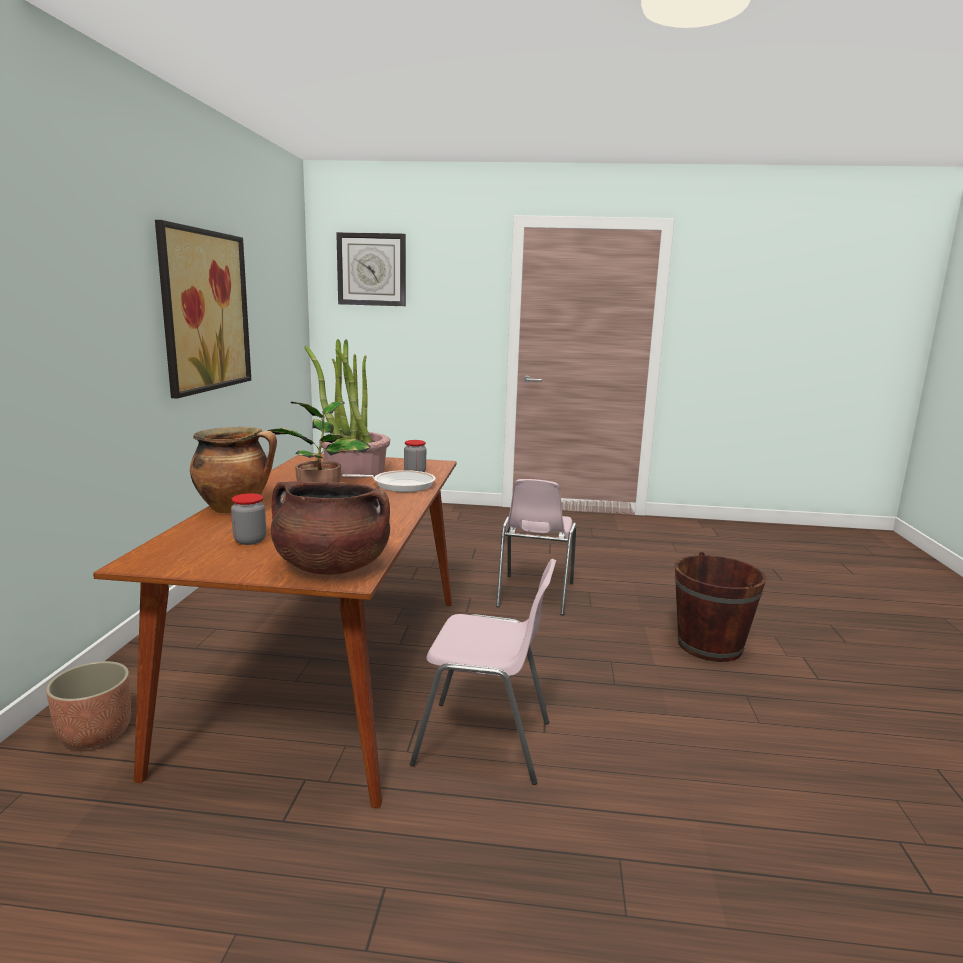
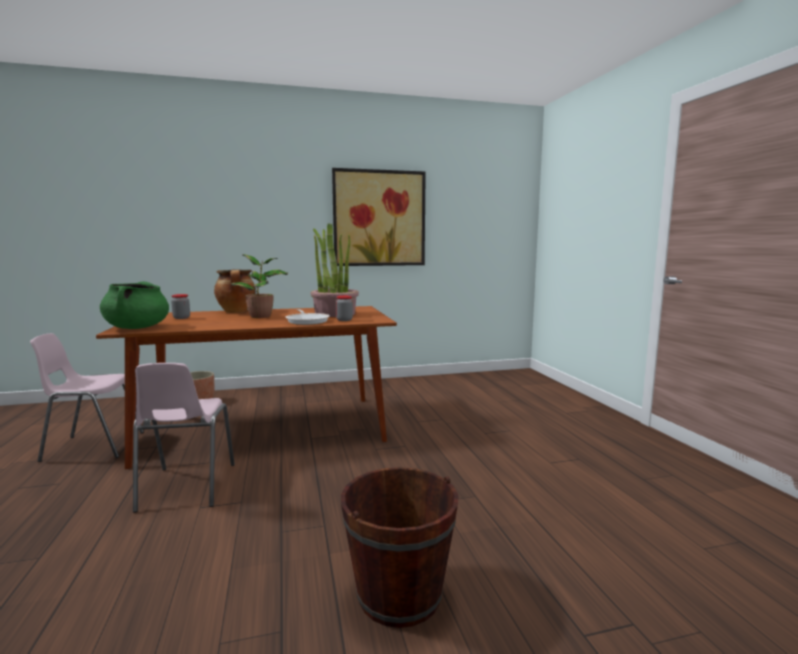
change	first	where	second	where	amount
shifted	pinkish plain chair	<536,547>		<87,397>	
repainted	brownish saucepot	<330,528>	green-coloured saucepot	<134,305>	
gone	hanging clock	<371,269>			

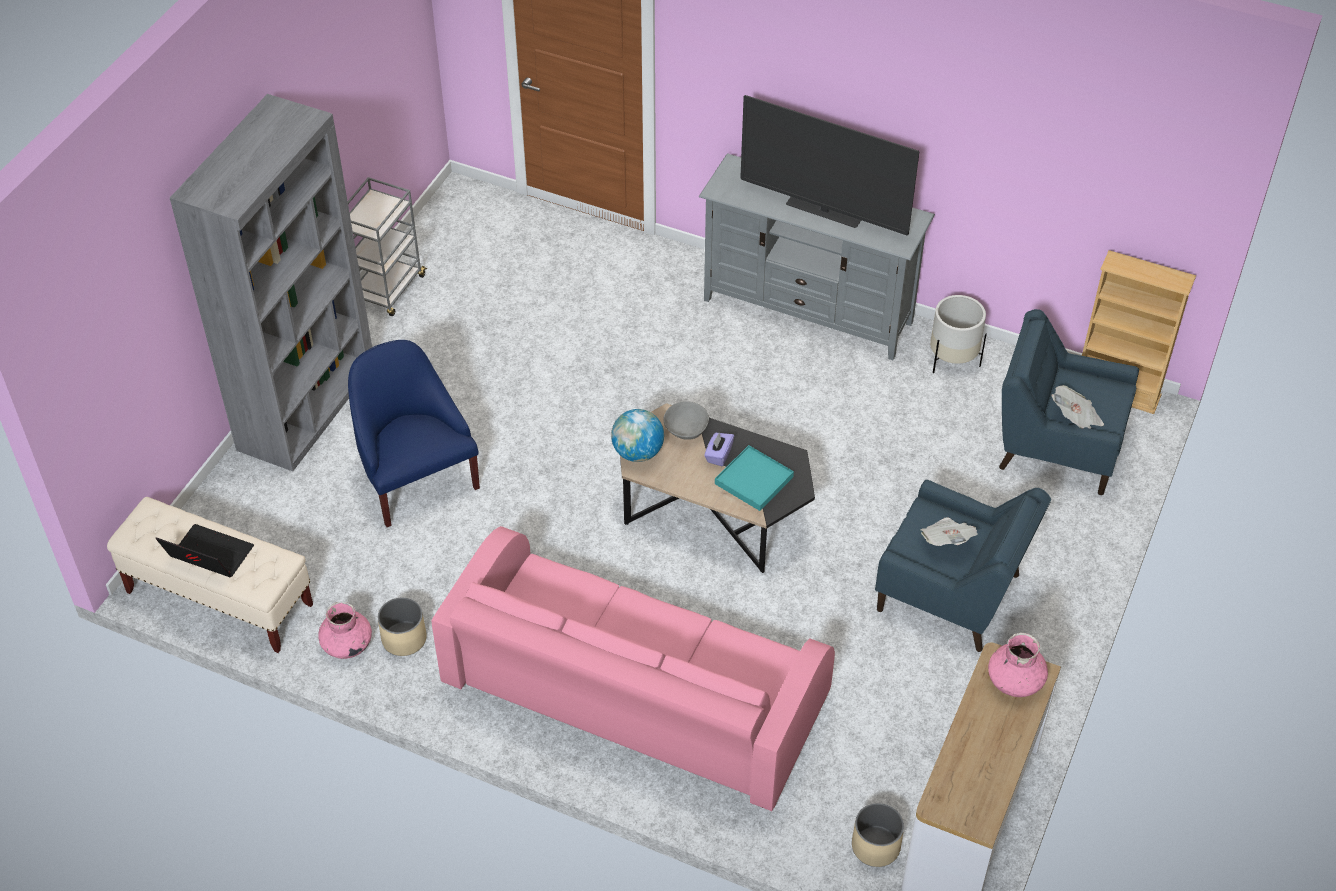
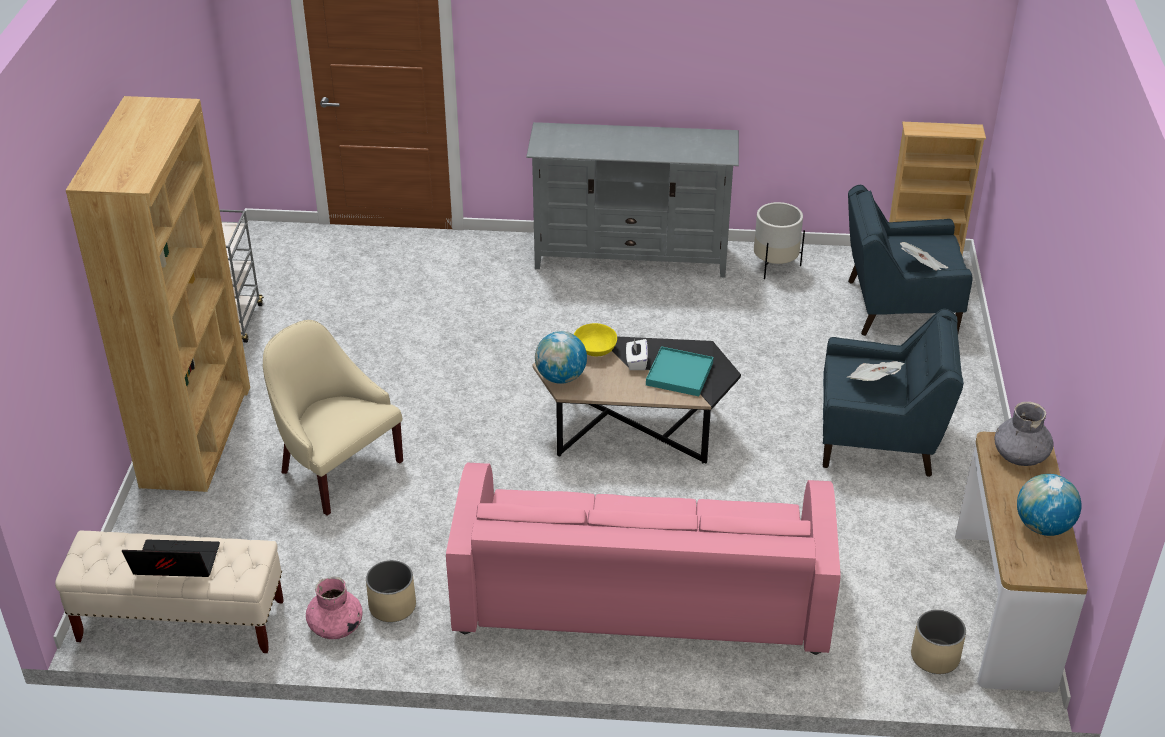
change	first	where	second	where	amount
repainted	gray bookcase	<271,282>	brownish bookcase	<158,294>	
repainted	blue armchair	<414,433>	beige armchair	<333,418>	
repainted	gray serving bowl	<686,420>	yellow serving bowl	<595,339>	
repainted	purplish tissue box	<719,449>	whitish tissue box	<637,354>	
repainted	pinkish decorative vase	<1018,665>	gray decorative vase	<1024,434>	
new			globe	<1049,505>	
gone	TV	<829,165>			

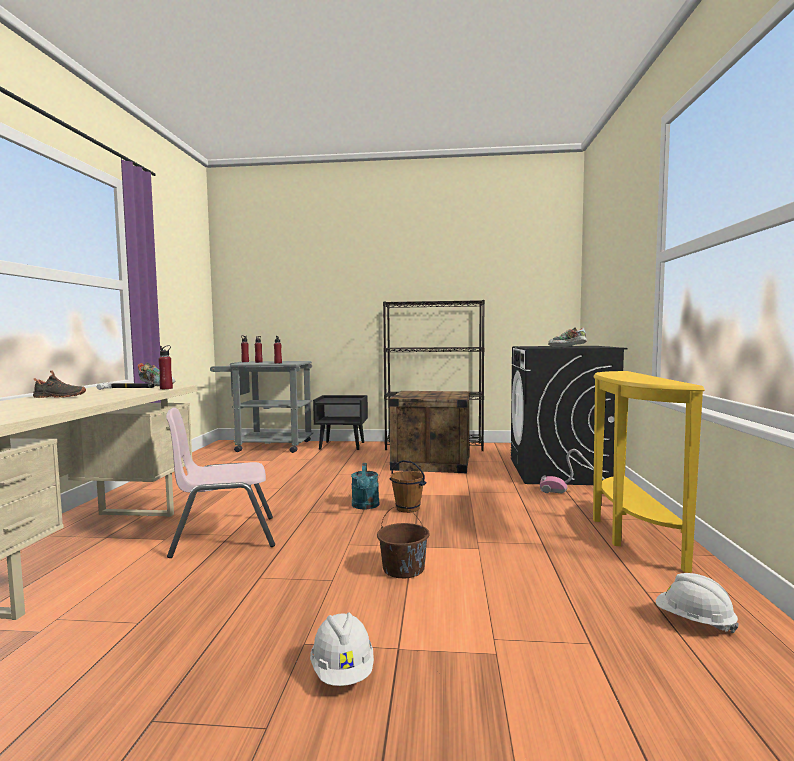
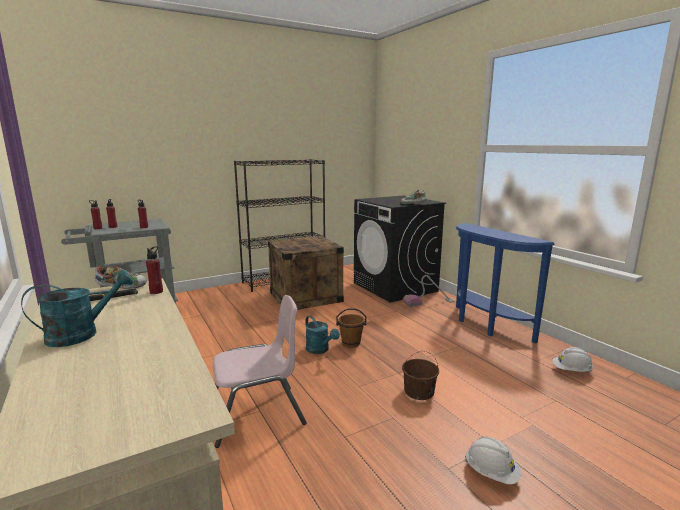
change	first	where	second	where	amount
swapped	black-coloured low shoe	<59,384>	turquoise-coloured watering pot	<77,308>	
rotated	pinkish plain chair	<220,483>		<260,371>	150 degrees counterclockwise
repainted	yellow narrow table	<649,472>	blue narrow table	<505,283>	
gone	black-coloured nightstand	<340,422>			

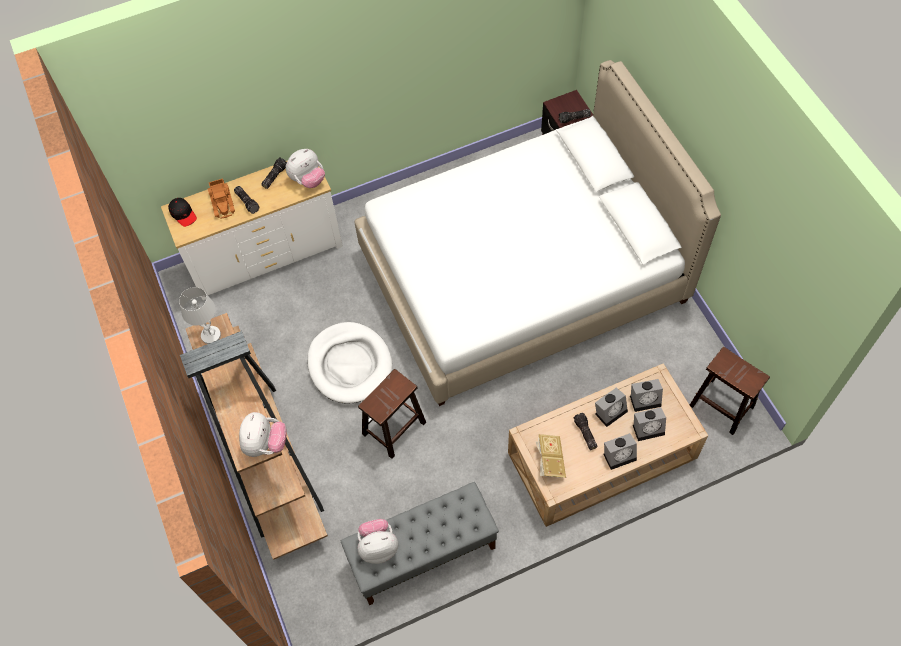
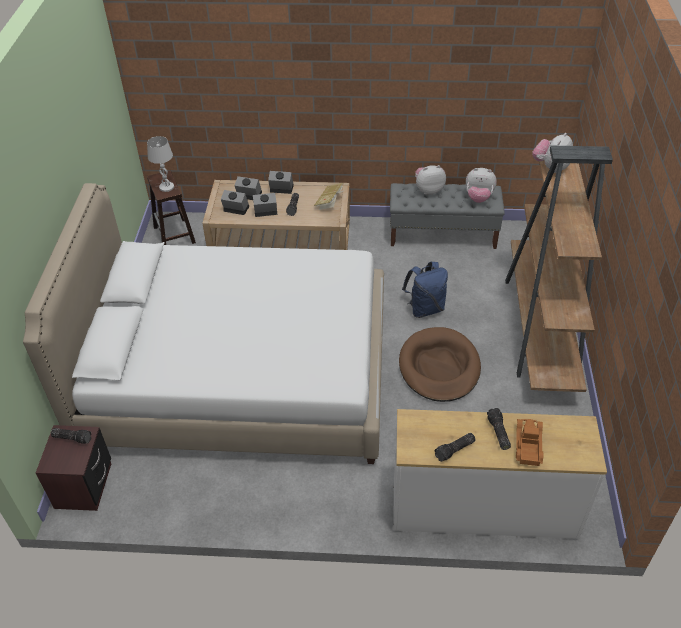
change	first	where	second	where	amount
shifted	whitish lamp for a table	<200,315>		<160,164>	
repainted	whitish dog bed	<350,363>	brownish dog bed	<440,364>	
swapped	brownish sitting stool	<392,414>	blue rucksack	<425,290>	
shifted	soft toy	<305,168>		<430,180>	
gone	black-coloured cap	<182,212>			

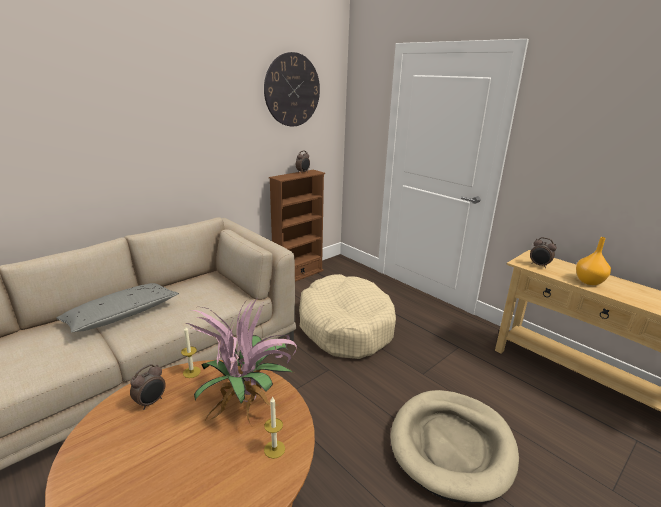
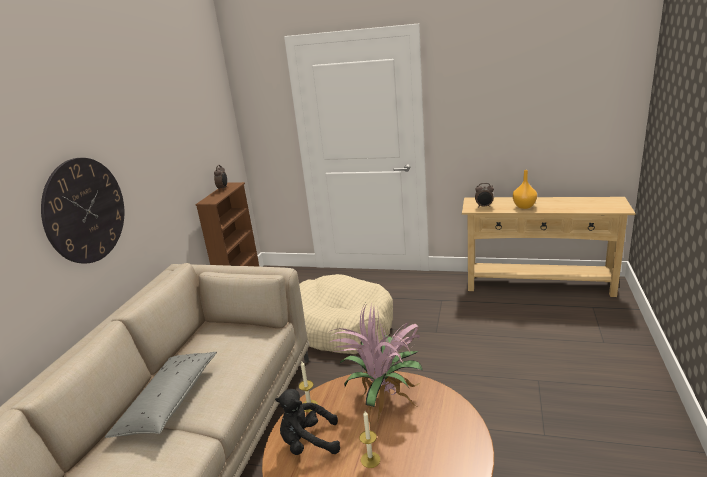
change	first	where	second	where	amount
shifted	hanging clock	<292,89>		<82,210>	
swapped	bedside clock	<147,387>	black-coloured soft toy	<307,422>	
shifted	candle	<274,427>		<370,439>	
gone	beige dog bed	<454,446>			

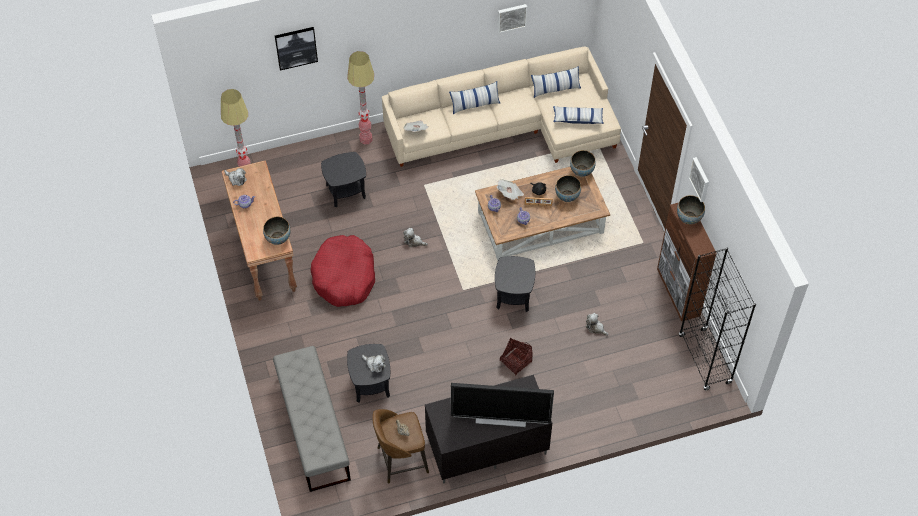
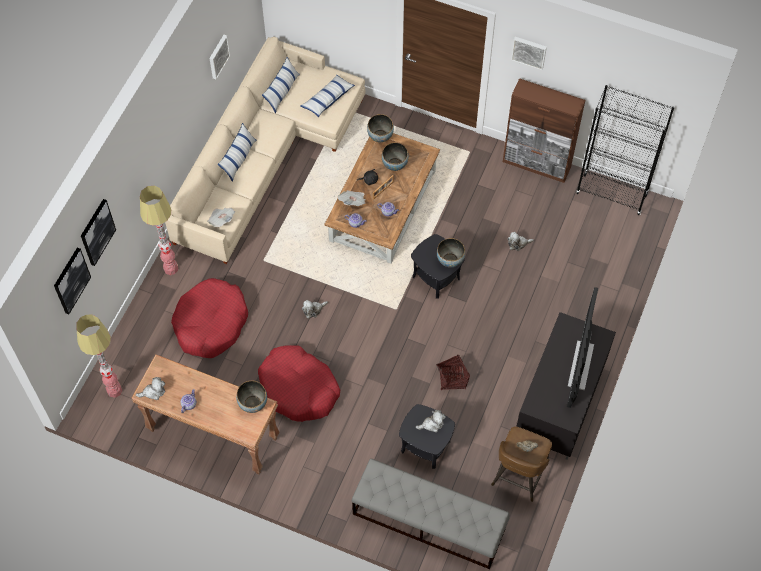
change	first	where	second	where	amount
new			wall art	<72,281>	
swapped	black-coloured side table	<343,179>	red dog bed	<209,318>	
shifted	serving bowl	<691,209>		<451,253>	
shifted	basket	<516,356>		<453,372>	
rotated	TV	<502,405>		<582,347>	150 degrees clockwise

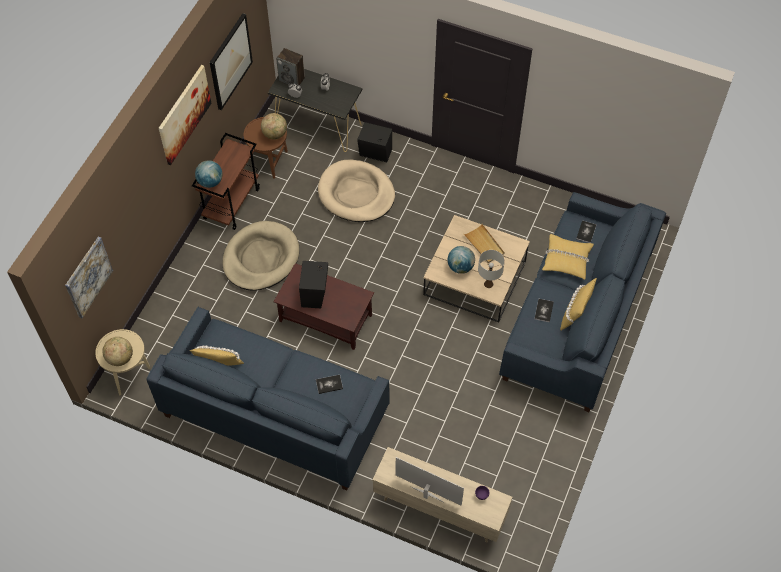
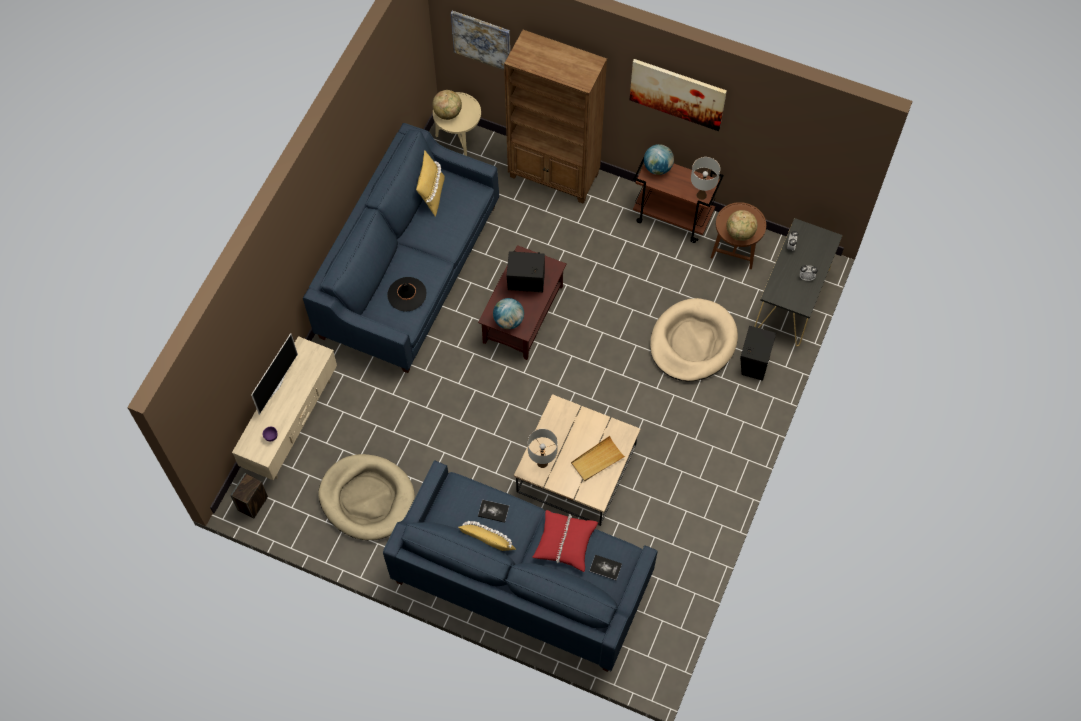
change	first	where	second	where	amount
shifted	loudspeaker	<290,66>		<249,495>	
shifted	beige dog bed	<260,256>		<367,497>	
swapped	bound book	<329,384>	black-coloured wearable hat	<406,294>	
shifted	globe	<461,260>		<508,313>	
new			brownish bookcase	<555,117>	
repainted	yellow cushion	<568,257>	red cushion	<565,541>	
new			whitish lamp for a table	<705,178>	
gone	wall art	<231,61>			

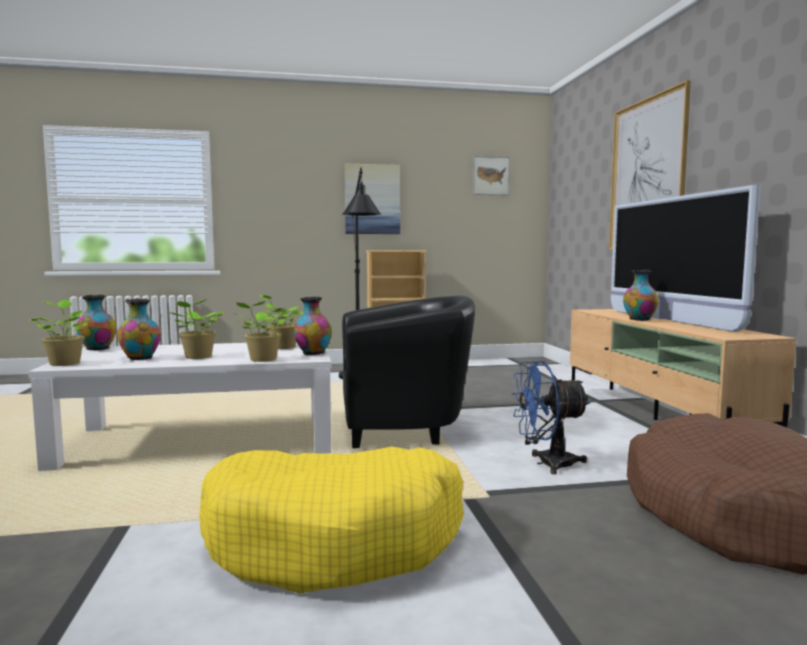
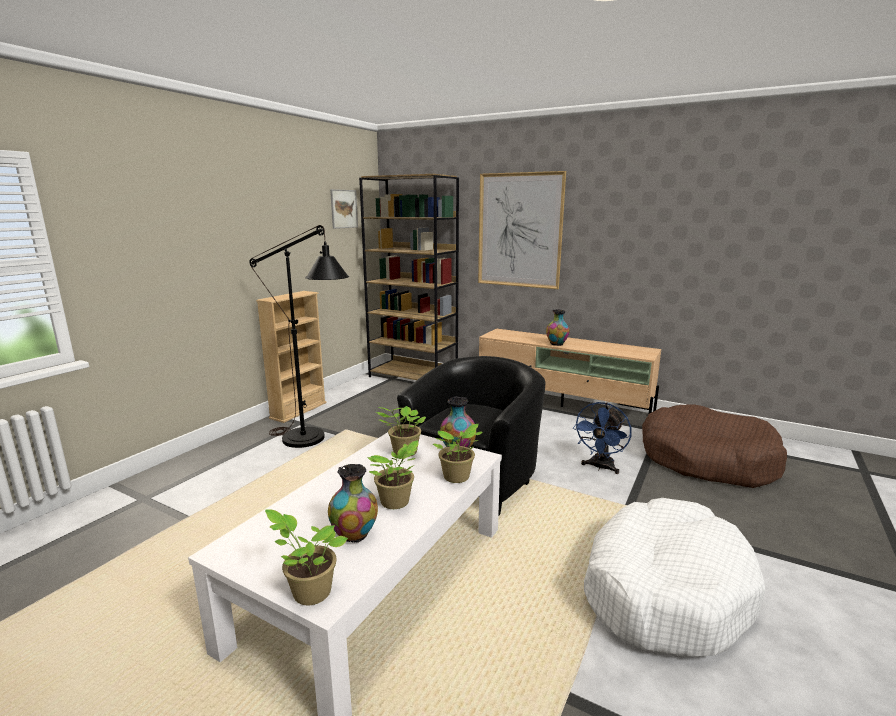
change	first	where	second	where	amount
new			brownish bookcase	<409,277>	
repainted	yellow dog bed	<331,519>	whitish dog bed	<674,577>	
gone	decorative vase	<96,323>			
gone	wall art	<372,198>			
gone	TV	<685,258>			

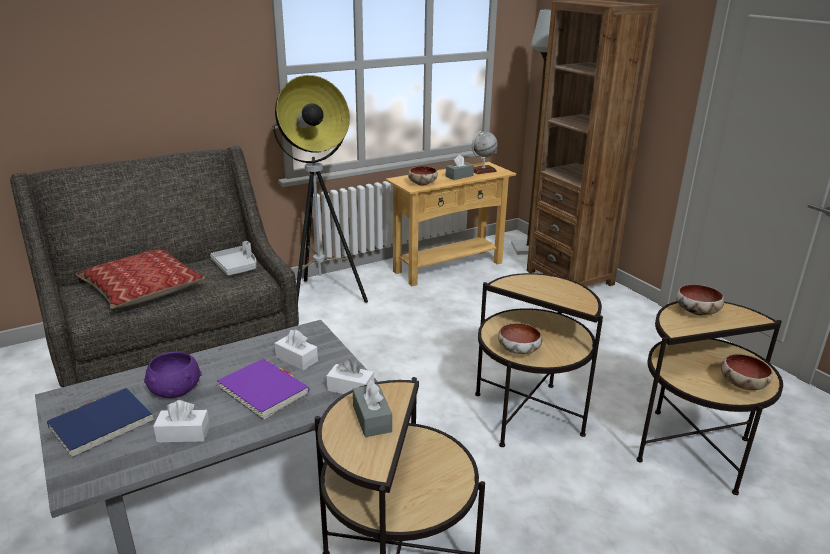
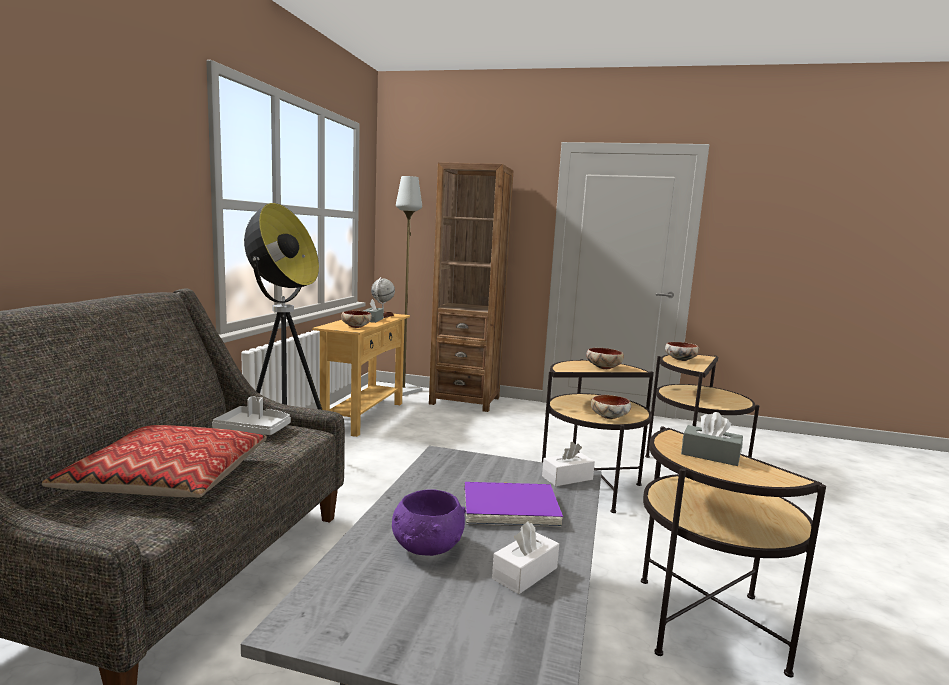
change	first	where	second	where	amount
shifted	serving bowl	<747,372>		<605,358>	
gone	blue bound book	<100,423>			
gone	whitish tissue box	<296,349>			

